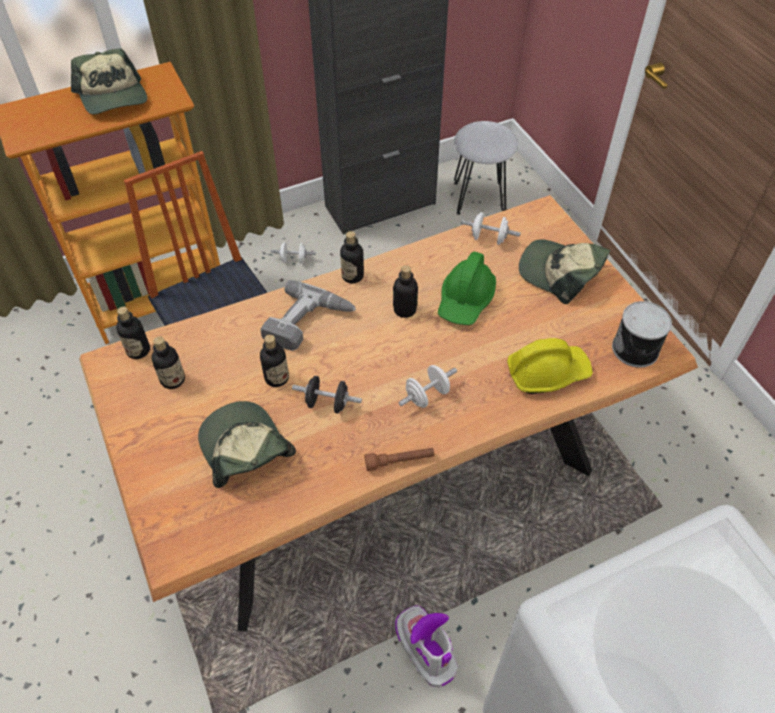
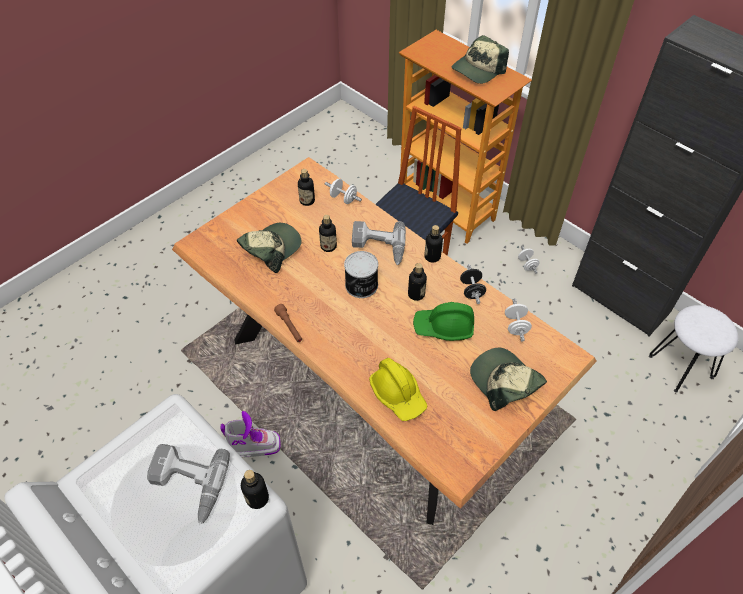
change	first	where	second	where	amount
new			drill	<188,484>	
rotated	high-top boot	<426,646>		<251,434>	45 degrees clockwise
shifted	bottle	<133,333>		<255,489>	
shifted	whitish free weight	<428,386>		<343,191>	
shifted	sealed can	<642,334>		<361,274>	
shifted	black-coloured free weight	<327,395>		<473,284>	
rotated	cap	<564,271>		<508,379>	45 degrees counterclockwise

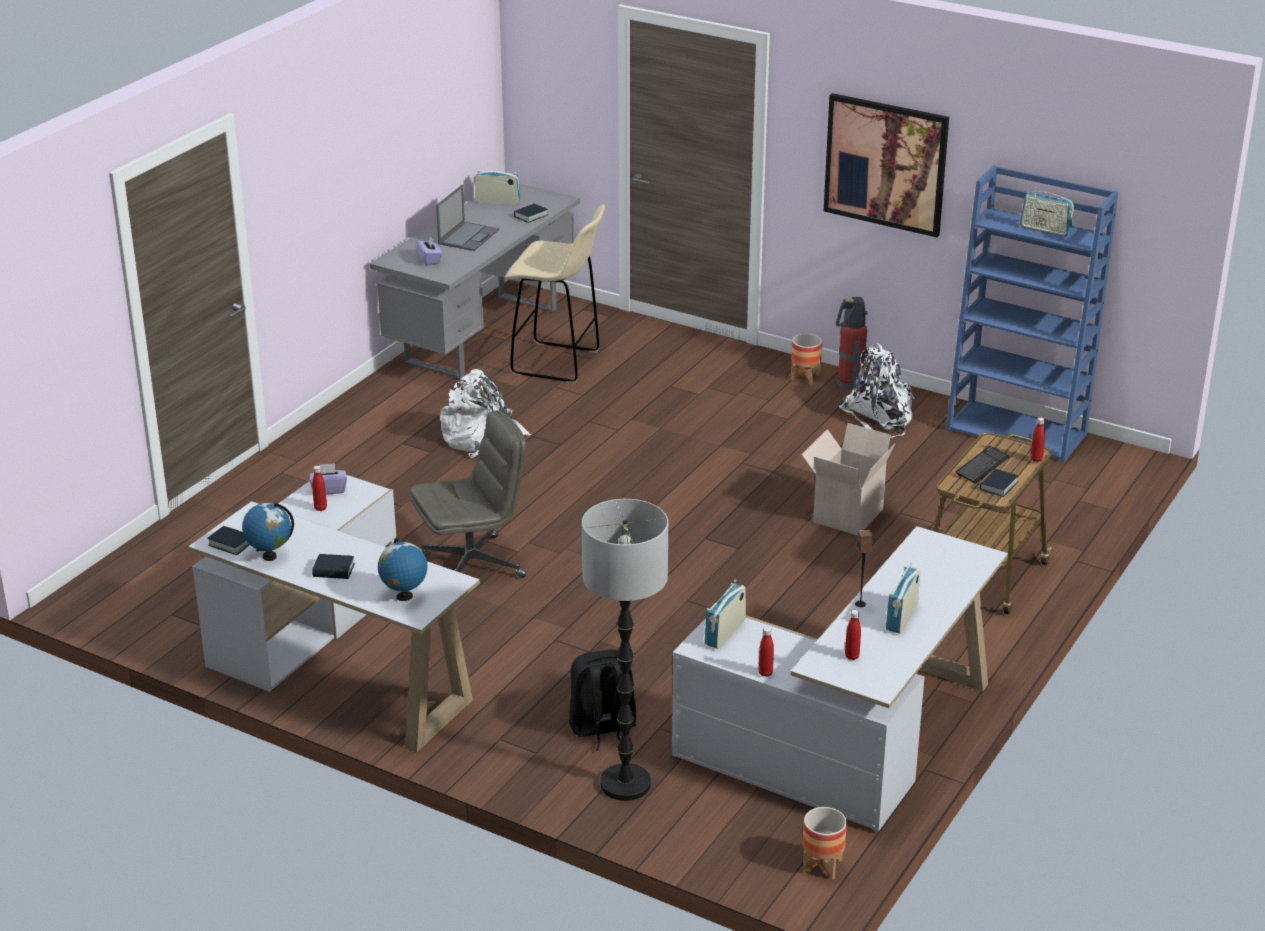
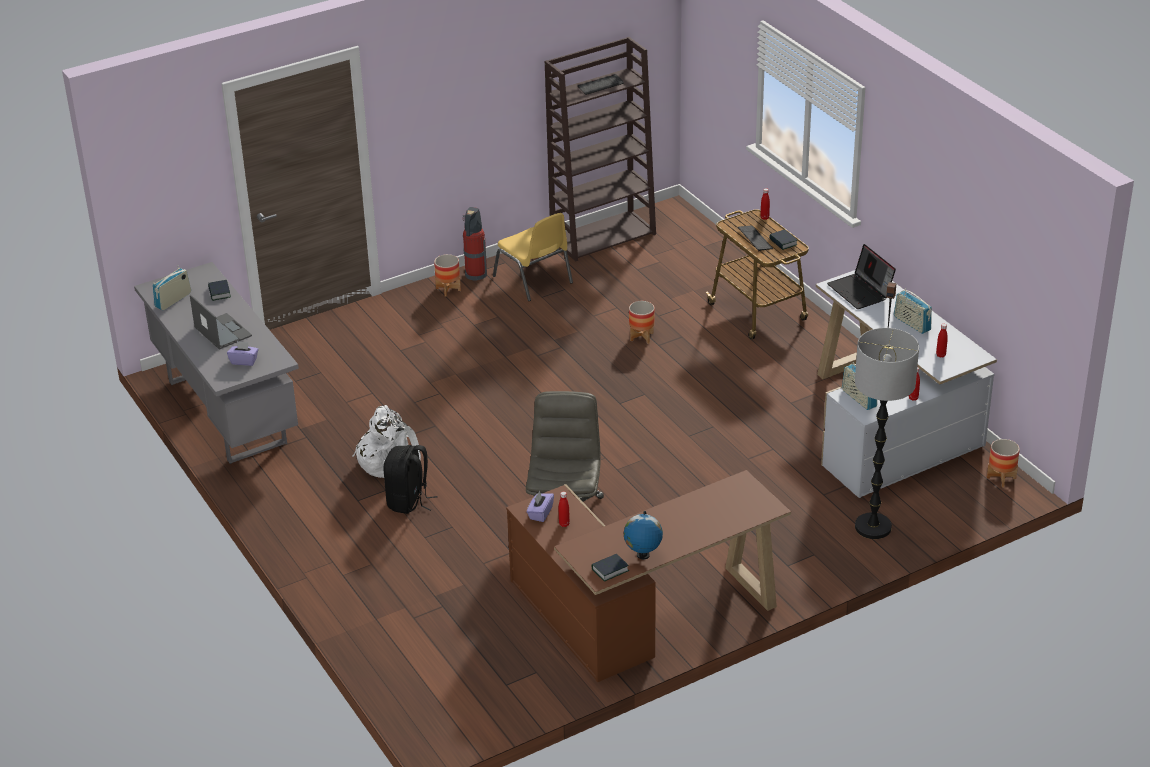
change	first	where	second	where	amount
shifted	black-coloured rucksack	<602,700>		<411,479>	
swapped	whitish rucksack	<877,390>	yellow plain chair	<533,257>	
repainted	whitish desk	<334,613>	brownish desk	<648,576>	
repainted	blue bookcase	<1032,314>	brownish bookcase	<600,149>	
swapped	radio receiver	<1047,212>	PC keyboard	<600,84>	
swapped	packing box	<848,479>	flower pot	<642,322>	
new			portable computer	<861,276>	
gone	bound book	<333,566>			
gone	globe	<402,569>			
gone	beige sitting stool	<555,294>			
gone	wall art	<886,165>			

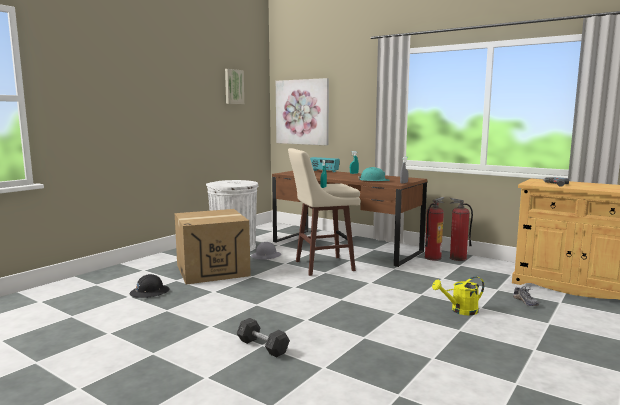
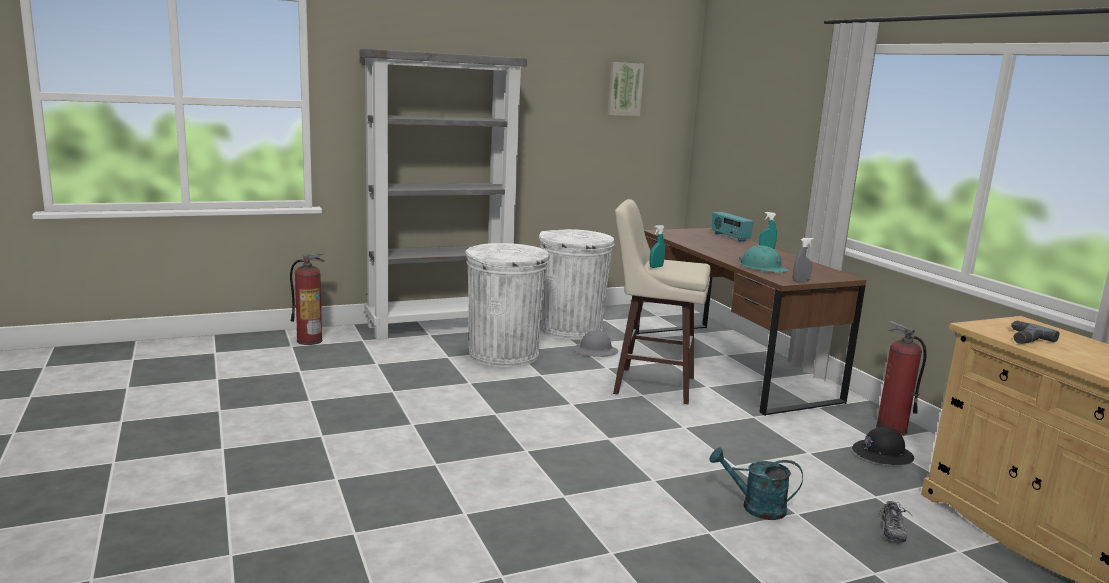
change	first	where	second	where	amount
shifted	fire-fighting cylinder	<435,229>		<307,299>	
new			gray bookcase	<443,194>	
swapped	packing box	<213,247>	whitish waste bin	<507,305>	
repainted	yellow watering pot	<458,296>	turquoise-coloured watering pot	<756,483>	
shifted	black-coloured work helmet	<149,286>		<883,446>	
gone	gray free weight	<263,338>			
gone	wall art	<302,111>			

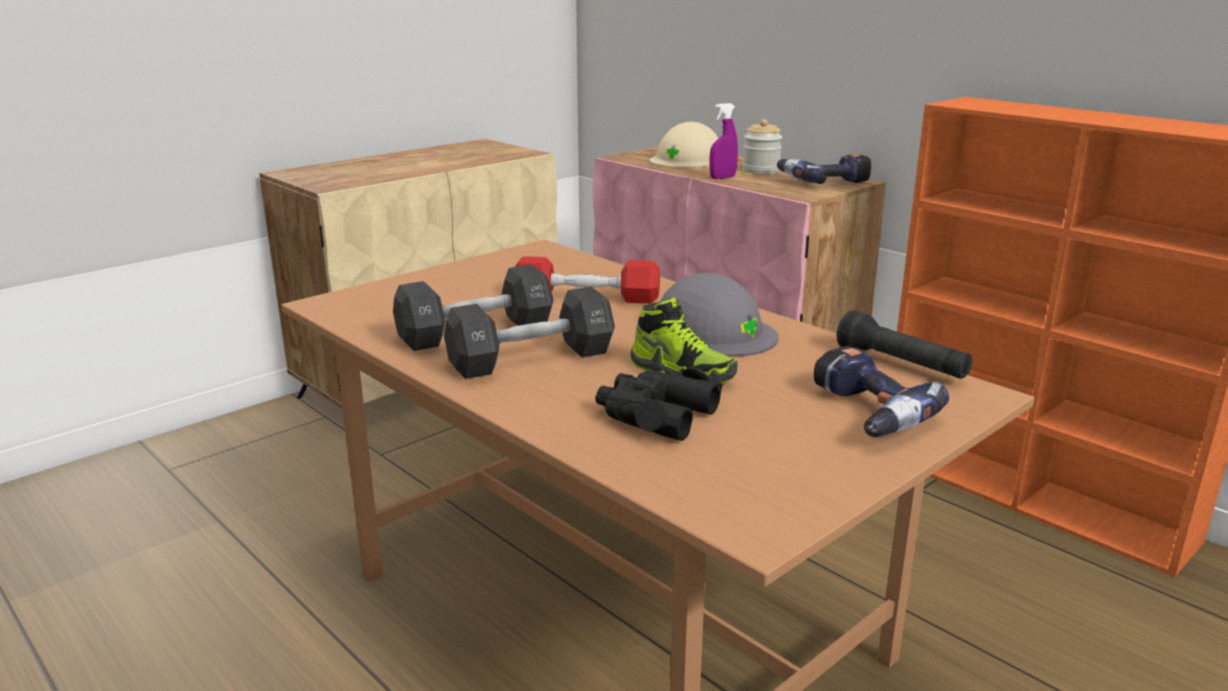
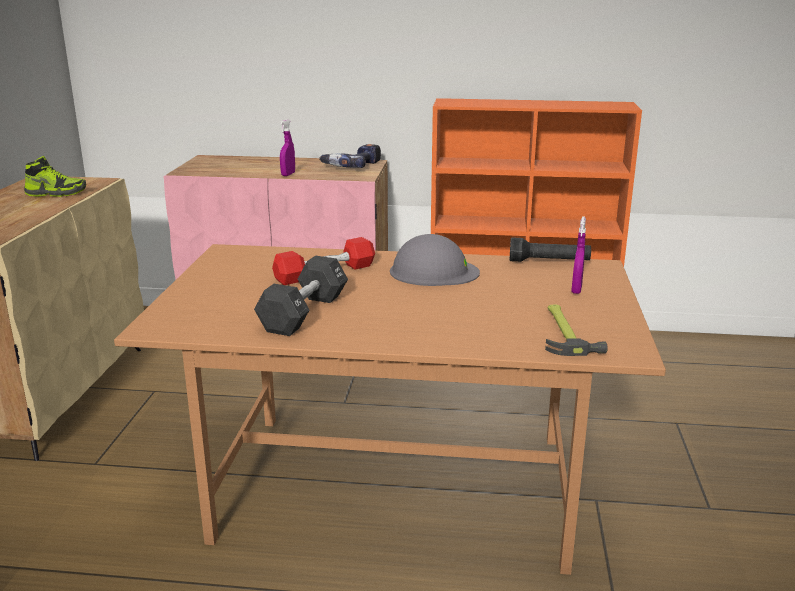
change	first	where	second	where	amount
shifted	low shoe	<684,340>		<55,176>	
new			hammer	<576,330>	
swapped	drill	<881,391>	purplish sprayer	<578,255>	
gone	black-coloured free weight	<529,333>			
gone	black-coloured pair of binoculars	<659,403>			
gone	beige work helmet	<684,145>			
gone	preserve jar	<762,146>			

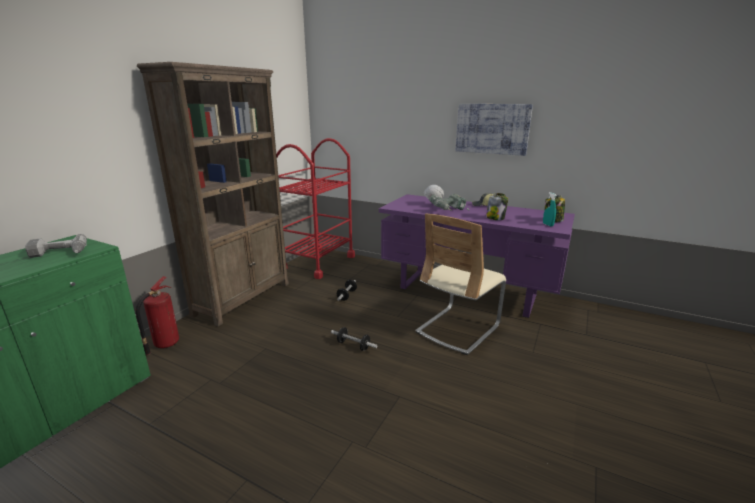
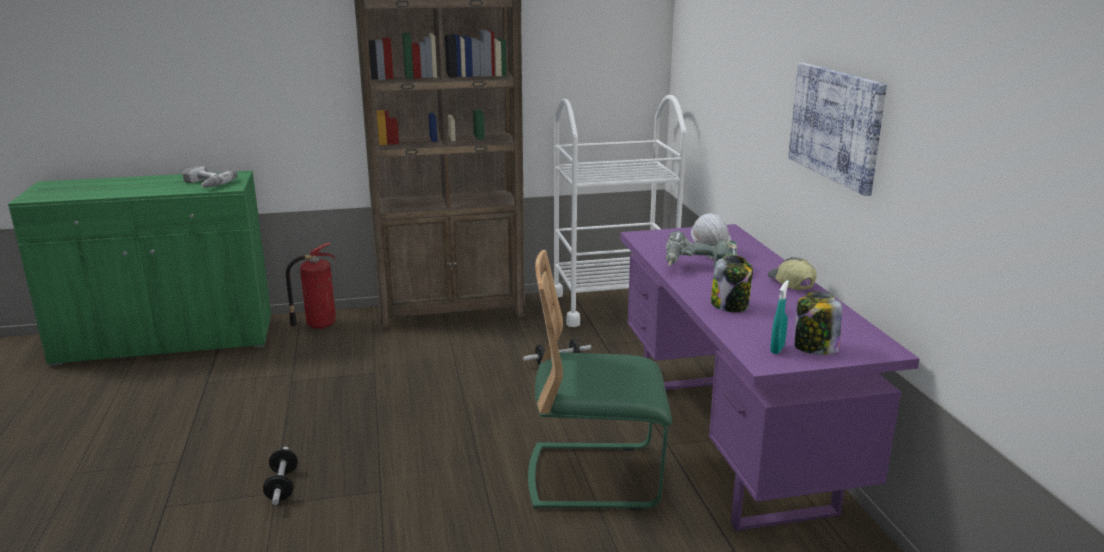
change	first	where	second	where	amount
shifted	free weight	<354,339>		<280,476>	
repainted	beige plain chair	<460,284>	green-coloured plain chair	<600,380>	
repainted	red wheeled cart	<315,208>	whitish wheeled cart	<620,211>	

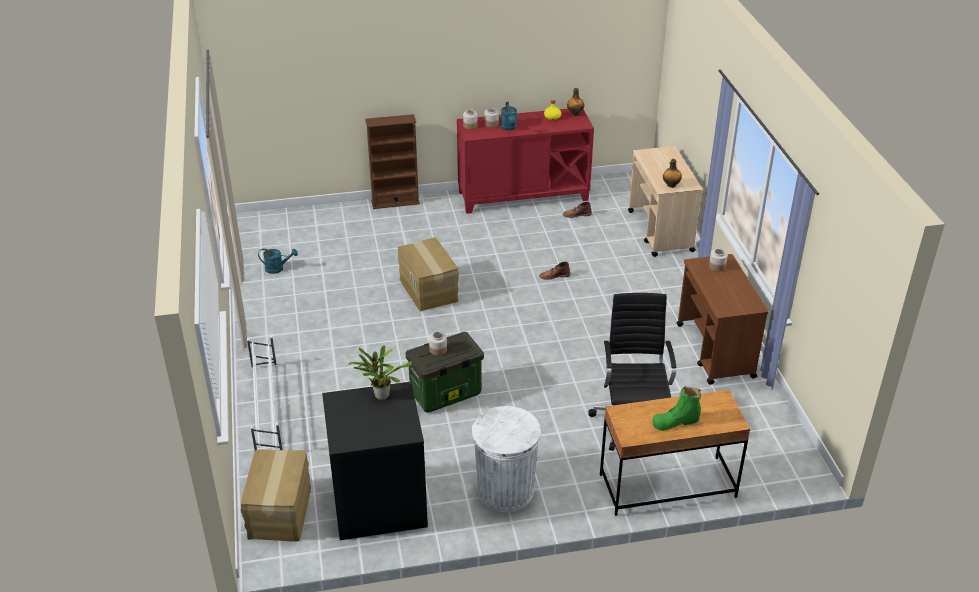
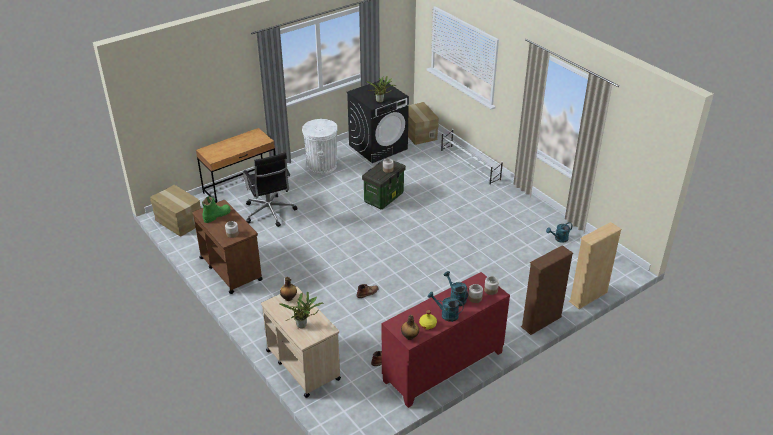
change	first	where	second	where	amount
shifted	packing box	<428,274>		<175,211>	
shifted	green-coloured high-top boot	<677,409>		<216,209>	
new			houseplant	<301,310>	
new			turquoise-coloured watering pot	<446,307>	
new			beige bookcase	<595,265>	

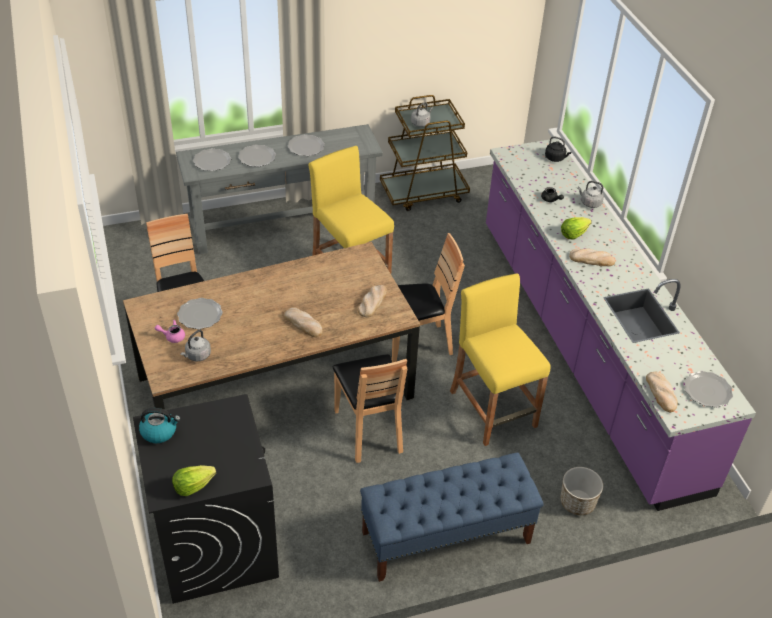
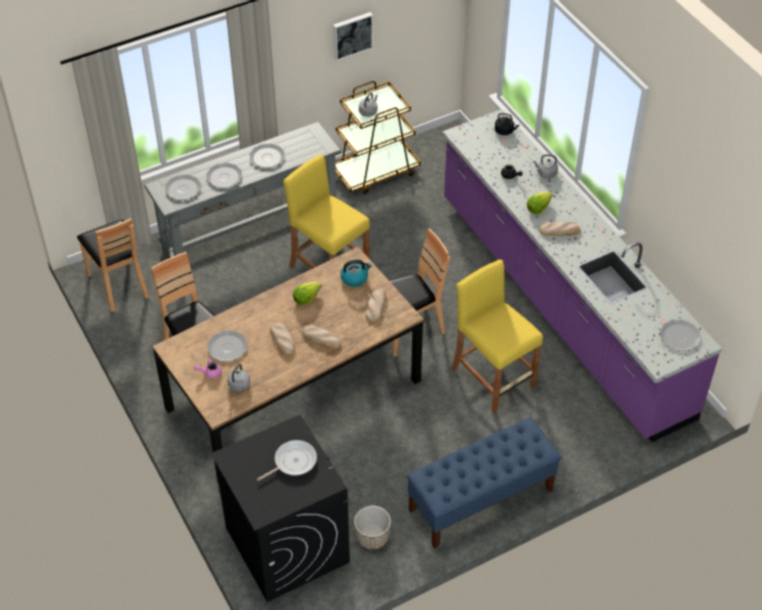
change	first	where	second	where	amount
shifted	brownish plain chair	<370,408>		<113,265>	
new			pan	<287,460>	
shifted	bakery bread	<662,392>		<282,339>	
shifted	lettuce head	<194,480>		<307,293>	
new			wall art	<353,36>	
shifted	kettle	<160,425>		<356,273>	
shifted	flower pot	<581,491>		<372,528>	

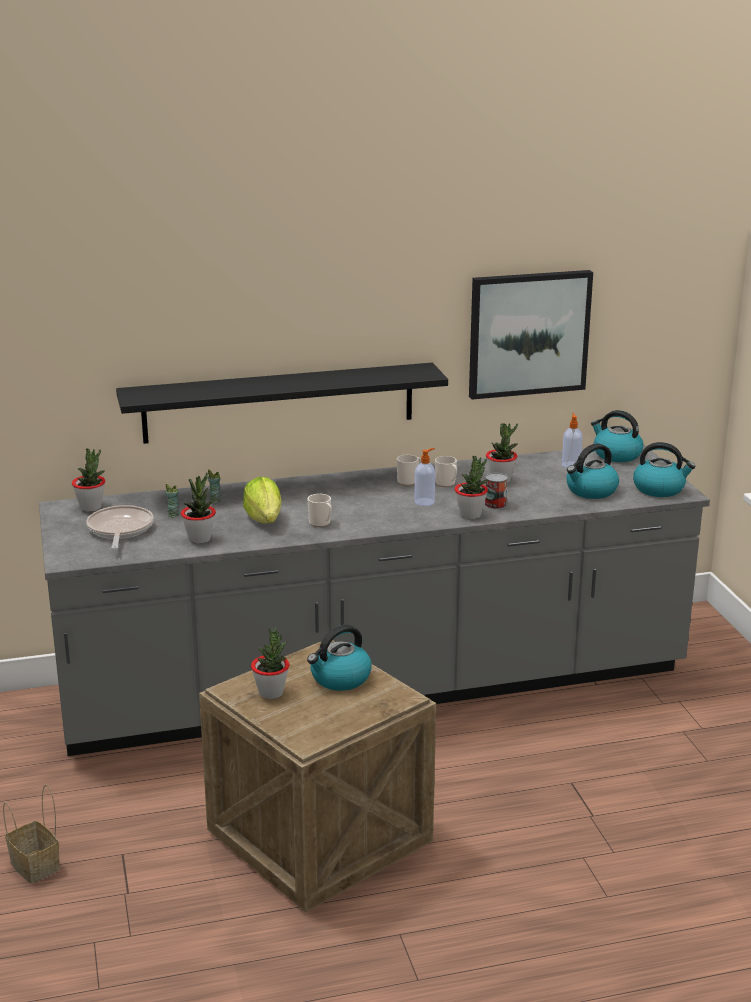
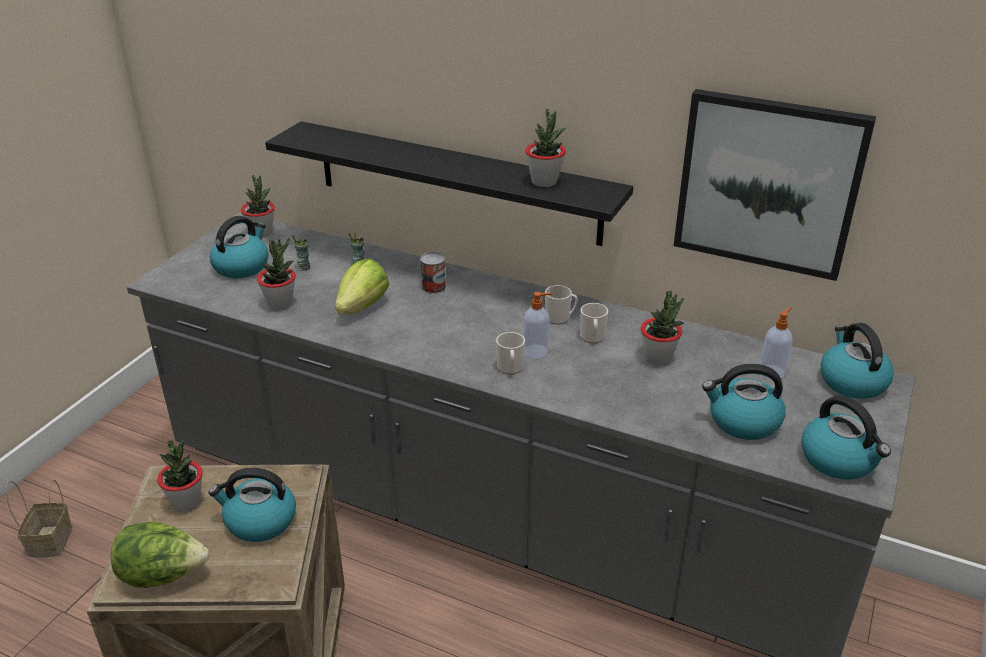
change	first	where	second	where	amount
new			lettuce head	<160,555>	
swapped	pan	<120,527>	kettle	<239,247>	
shifted	sealed can	<496,491>		<433,273>	
shifted	mug	<319,510>		<510,353>	
shifted	houseplant	<471,487>		<545,148>	

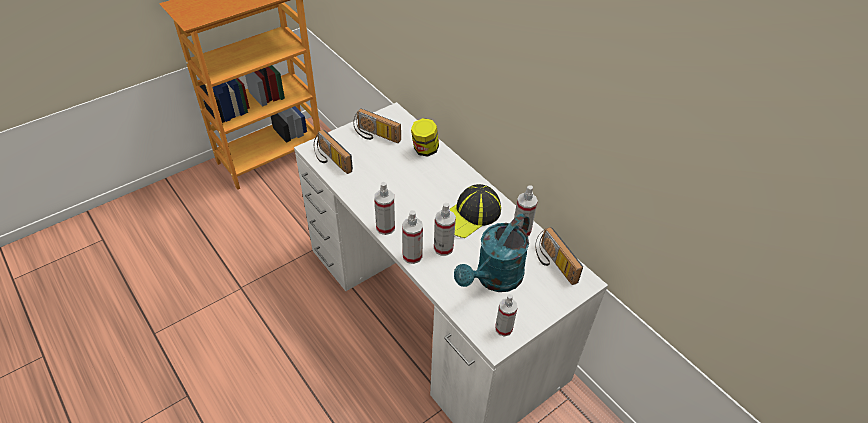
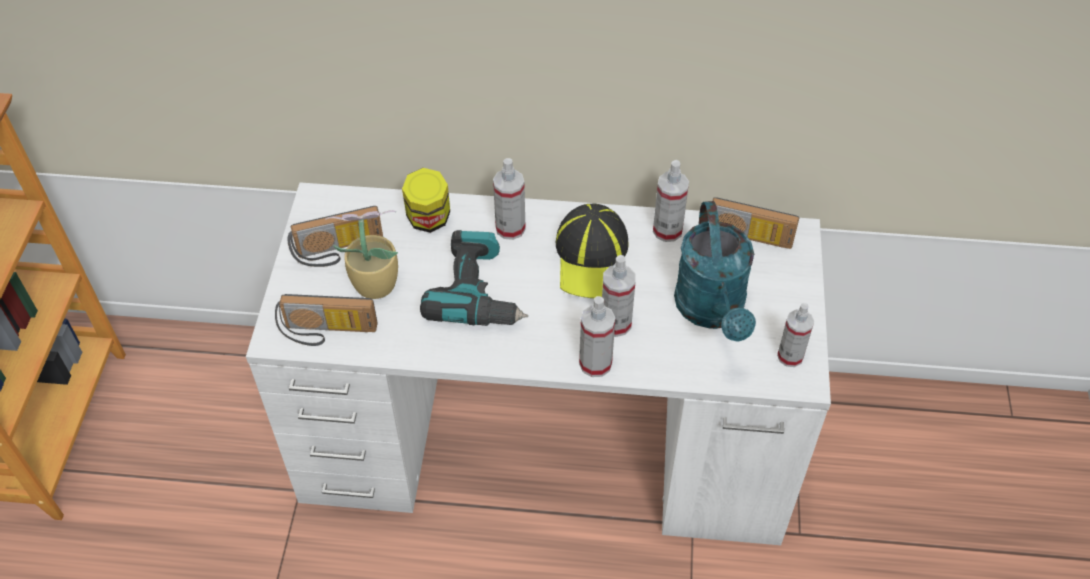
change	first	where	second	where	amount
new			houseplant	<361,254>	
new			drill	<474,278>	
shifted	sprayer	<384,208>		<509,199>	

